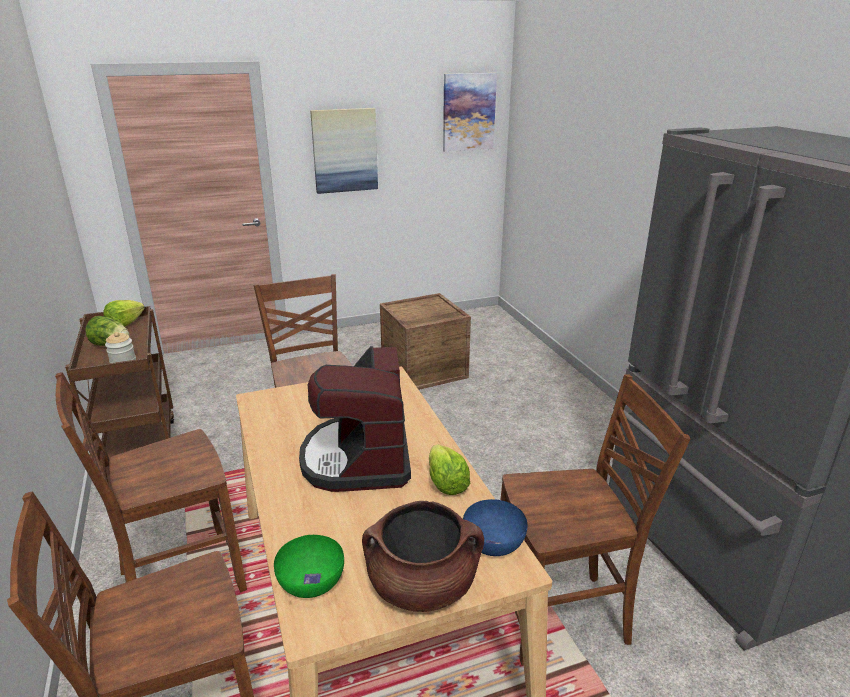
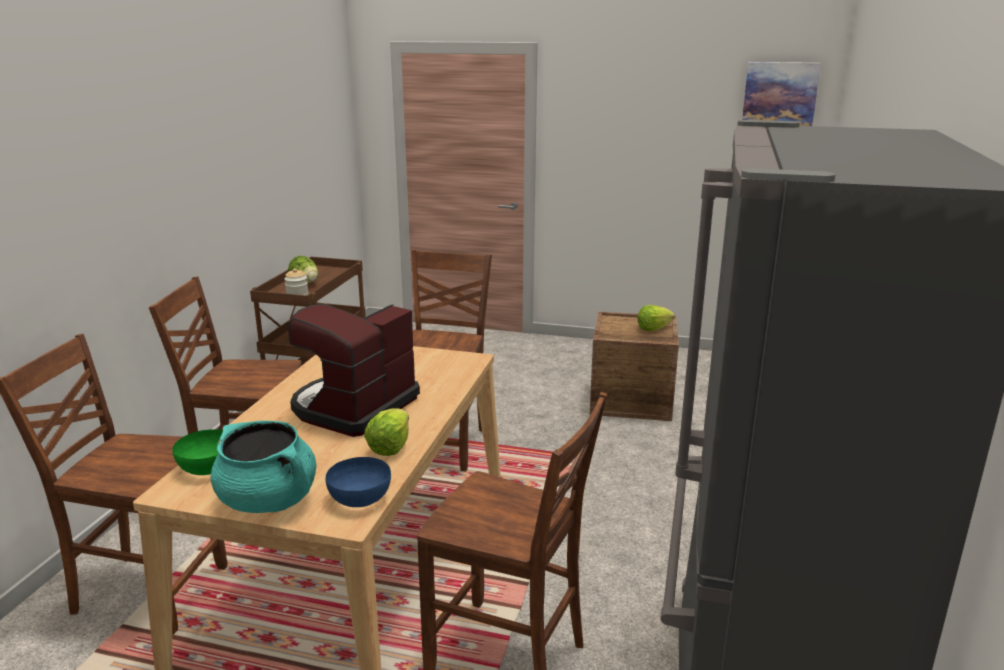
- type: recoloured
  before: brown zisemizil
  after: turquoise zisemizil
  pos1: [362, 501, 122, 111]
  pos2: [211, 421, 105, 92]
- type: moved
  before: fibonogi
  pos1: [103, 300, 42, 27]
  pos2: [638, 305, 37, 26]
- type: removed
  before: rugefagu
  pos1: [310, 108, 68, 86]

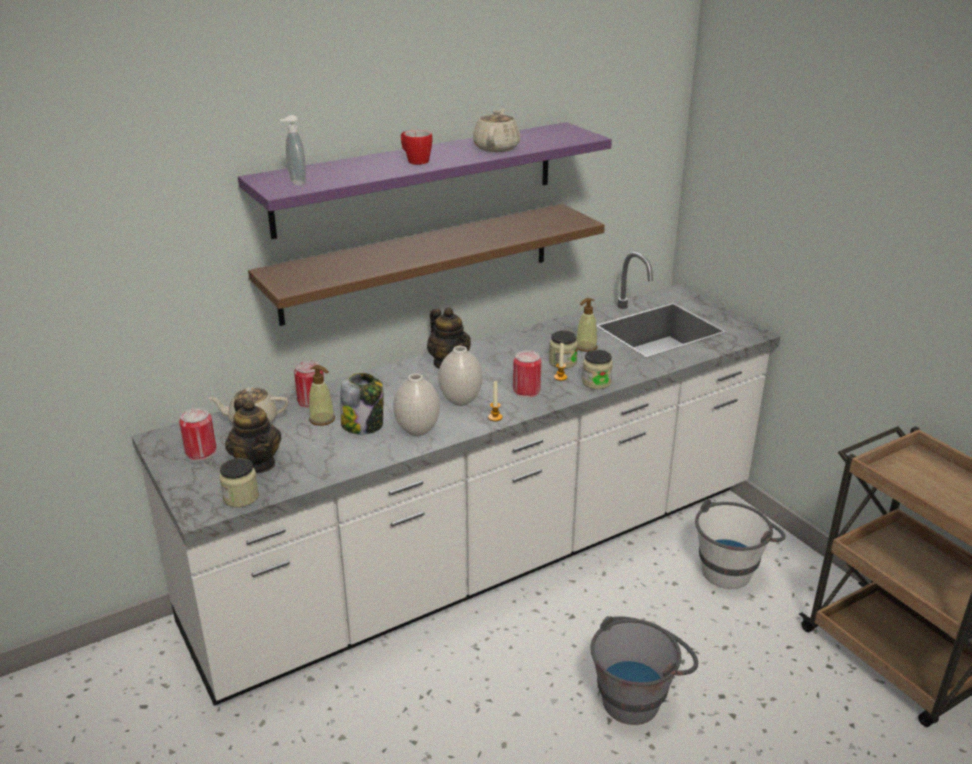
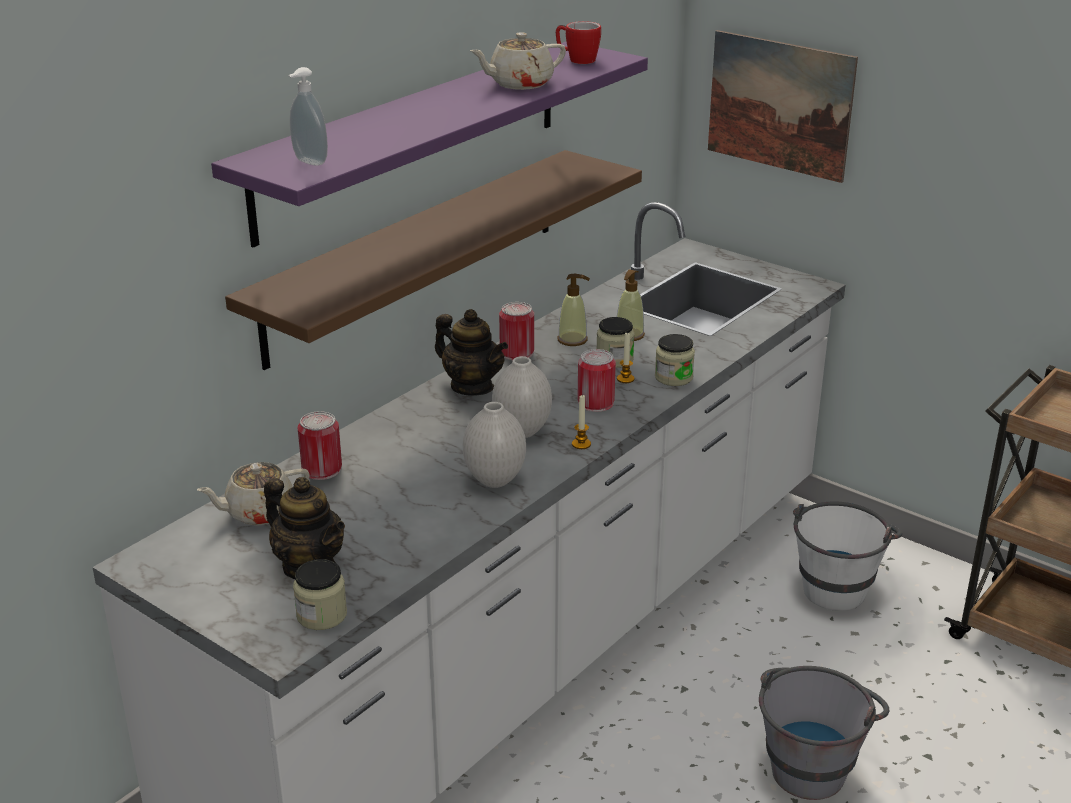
- type: turned
  before: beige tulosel
  pos1: [473, 109, 47, 43]
  pos2: [470, 32, 96, 58]
  turn: -105
- type: moved
  before: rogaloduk
  pos1: [179, 408, 37, 52]
  pos2: [499, 302, 35, 58]
- type: moved
  before: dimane
  pos1: [401, 130, 31, 35]
  pos2: [556, 21, 45, 43]
- type: moved
  before: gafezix
  pos1: [309, 365, 26, 61]
  pos2: [558, 274, 32, 72]
- type: added
  after: rugefagu
  pos2: [708, 30, 150, 153]
- type: removed
  before: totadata
  pos1: [341, 373, 42, 61]

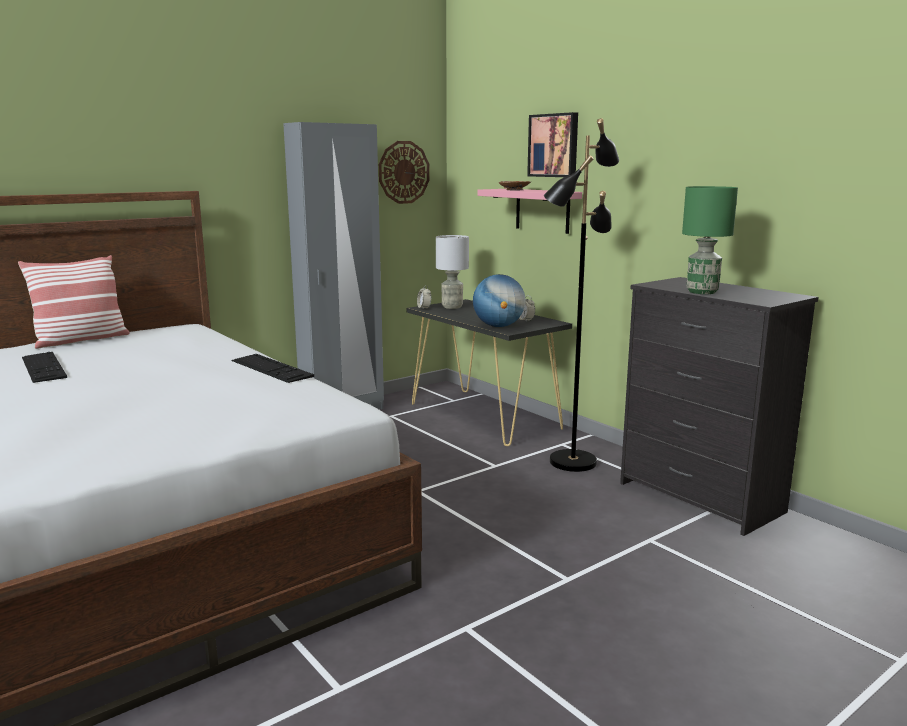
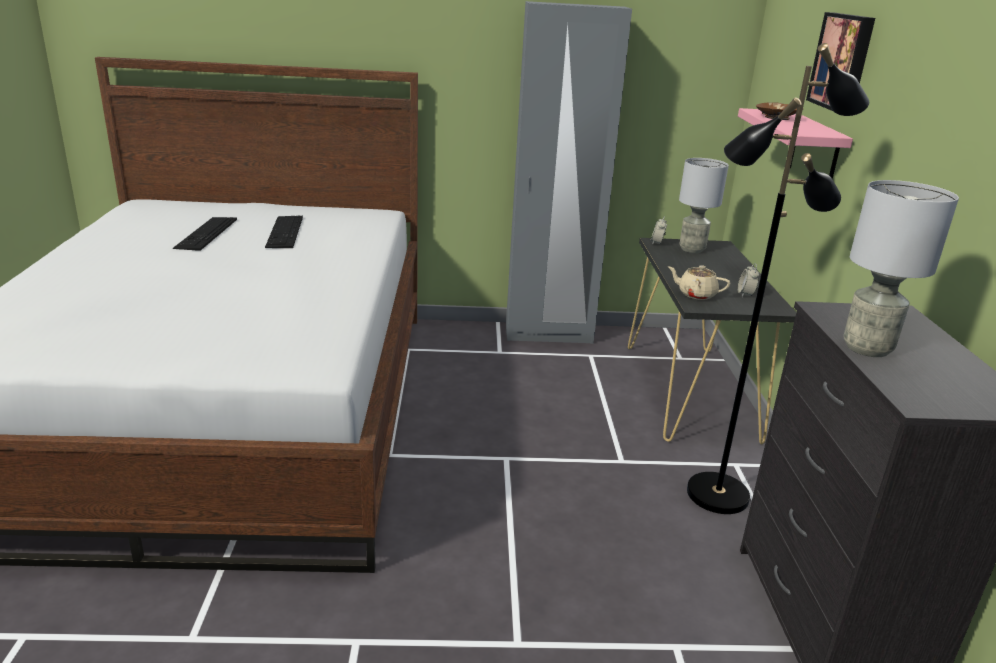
- type: moved
  before: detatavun
  pos1: [232, 354, 82, 29]
  pos2: [265, 215, 38, 33]
- type: replaced
  before: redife
  after: beige tulosel
  pos1: [473, 274, 52, 53]
  pos2: [668, 265, 62, 35]
- type: recoloured
  before: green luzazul
  after: grey luzazul
  pos1: [682, 186, 56, 108]
  pos2: [843, 180, 116, 177]
- type: removed
  before: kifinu
  pos1: [18, 255, 112, 94]
- type: removed
  before: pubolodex
  pos1: [379, 141, 51, 63]

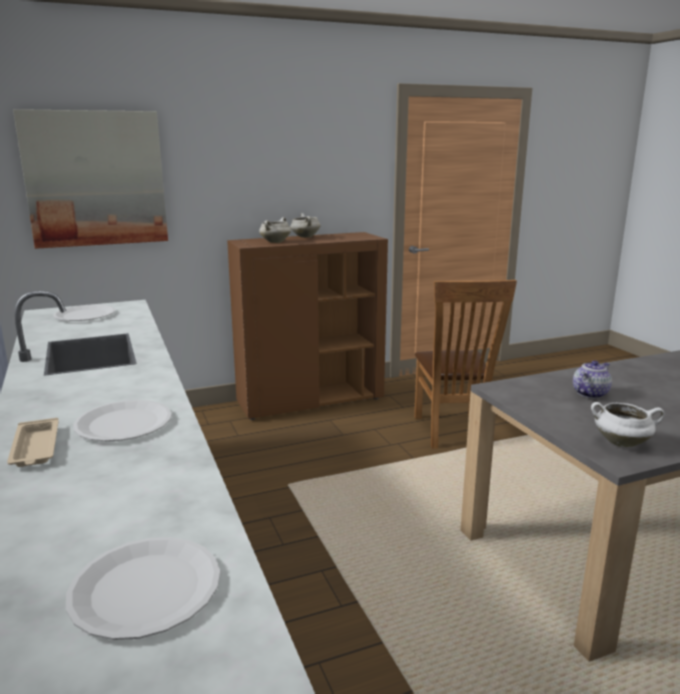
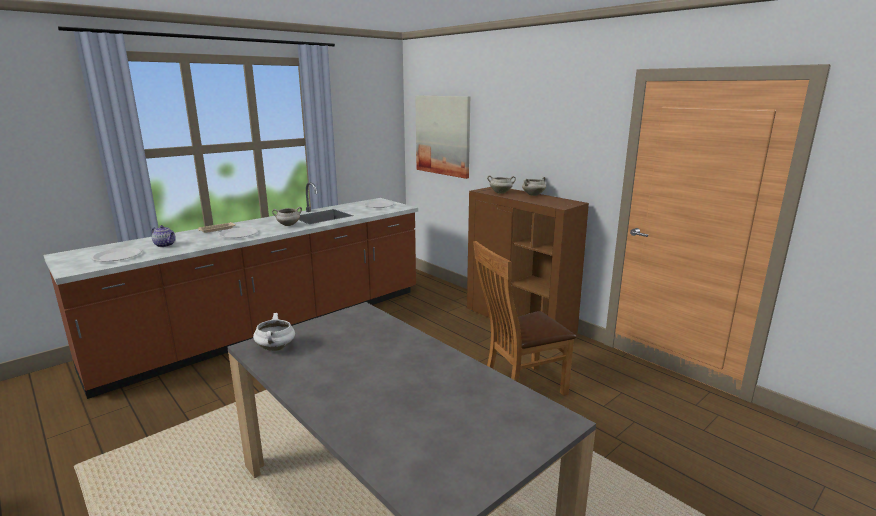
- type: moved
  before: tulosel
  pos1: [573, 360, 39, 39]
  pos2: [151, 225, 25, 22]
- type: added
  after: white zisemizil
  pos2: [272, 207, 30, 19]

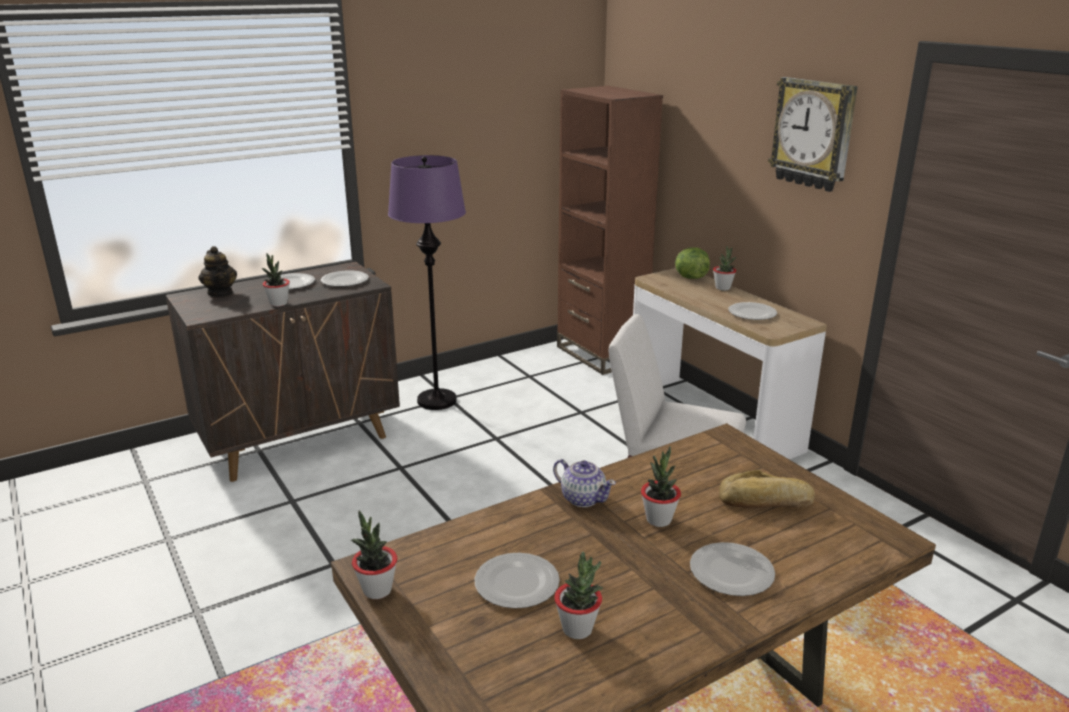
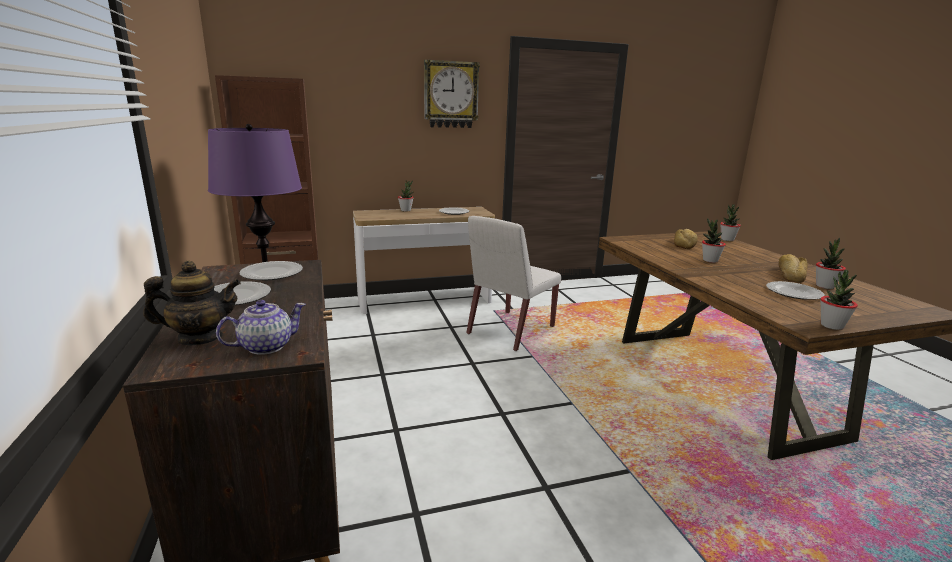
- type: moved
  before: tulosel
  pos1: [553, 459, 63, 48]
  pos2: [216, 300, 90, 55]
- type: moved
  before: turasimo
  pos1: [261, 253, 29, 54]
  pos2: [720, 204, 21, 37]
- type: added
  after: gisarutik
  pos2: [779, 254, 29, 29]
- type: removed
  before: fibonogi
  pos1: [675, 247, 35, 32]
- type: removed
  before: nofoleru
  pos1: [690, 542, 85, 54]

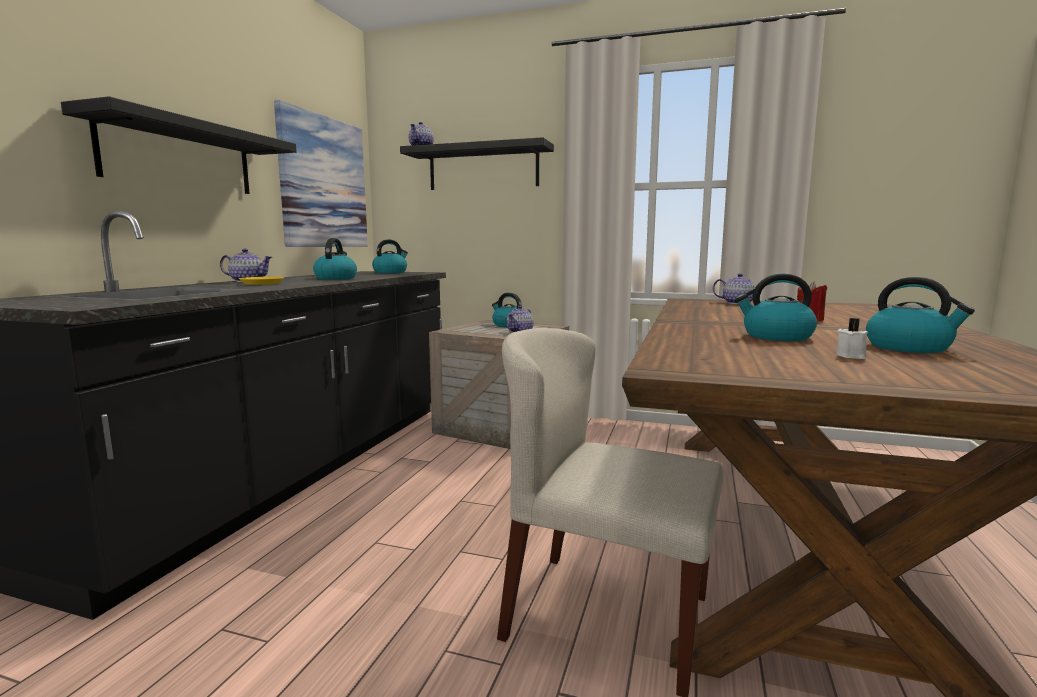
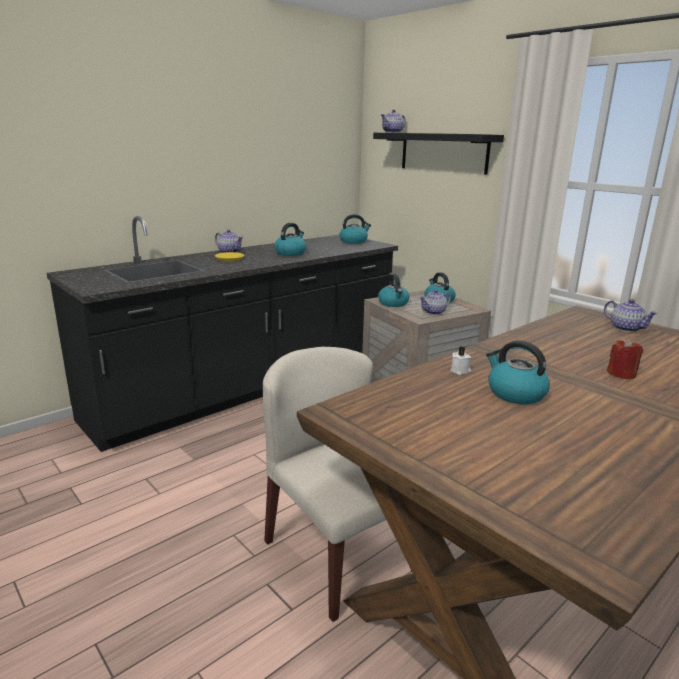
- type: moved
  before: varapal
  pos1: [866, 277, 109, 76]
  pos2: [378, 274, 32, 33]
- type: moved
  before: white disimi
  pos1: [836, 318, 32, 41]
  pos2: [450, 347, 21, 28]
- type: removed
  before: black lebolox
  pos1: [61, 96, 236, 98]
- type: removed
  before: rugefagu
  pos1: [274, 100, 94, 147]

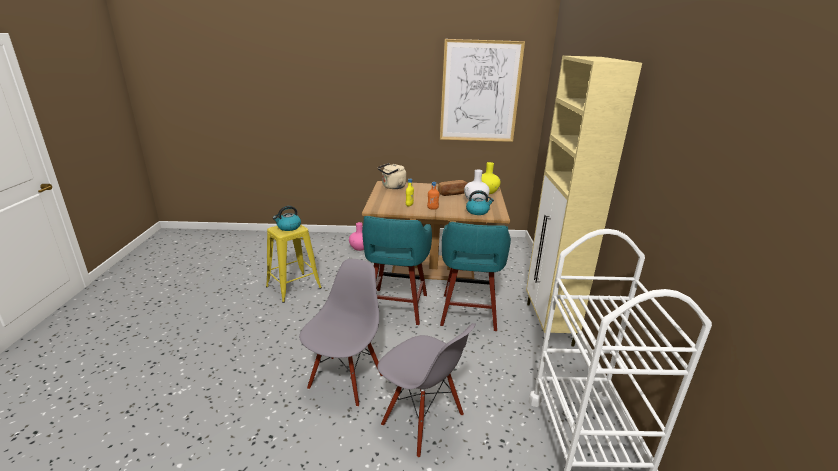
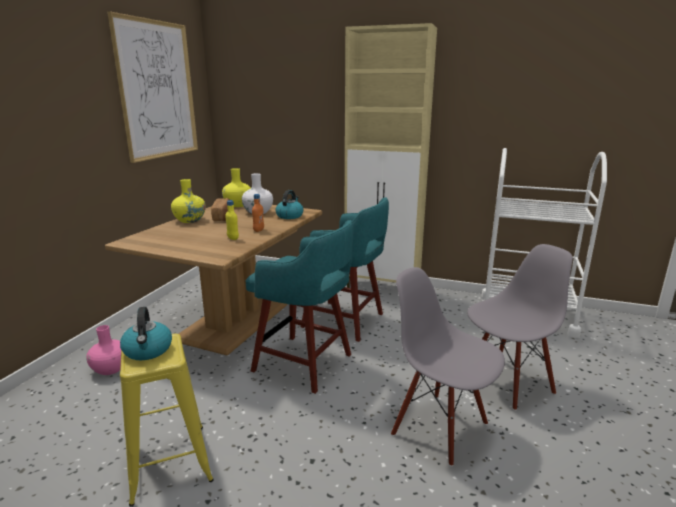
- type: added
  after: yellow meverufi
  pos2: [171, 179, 35, 44]
- type: removed
  before: beige varapal
  pos1: [378, 163, 28, 26]

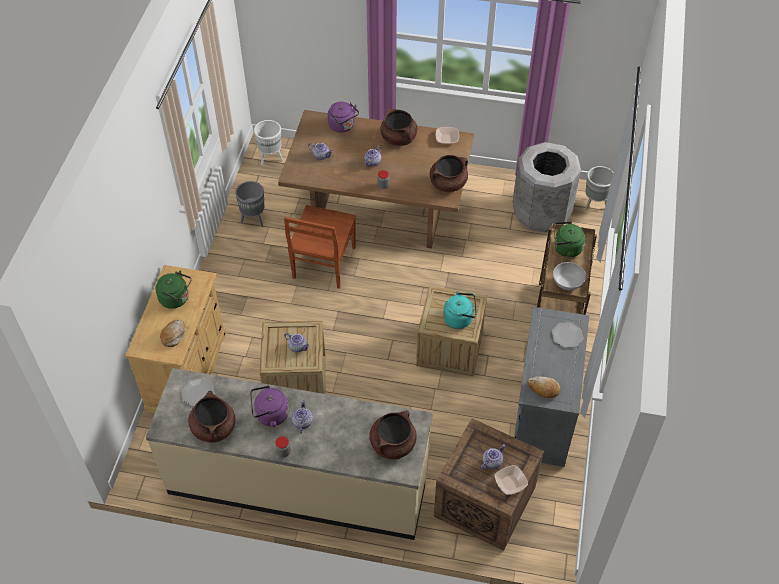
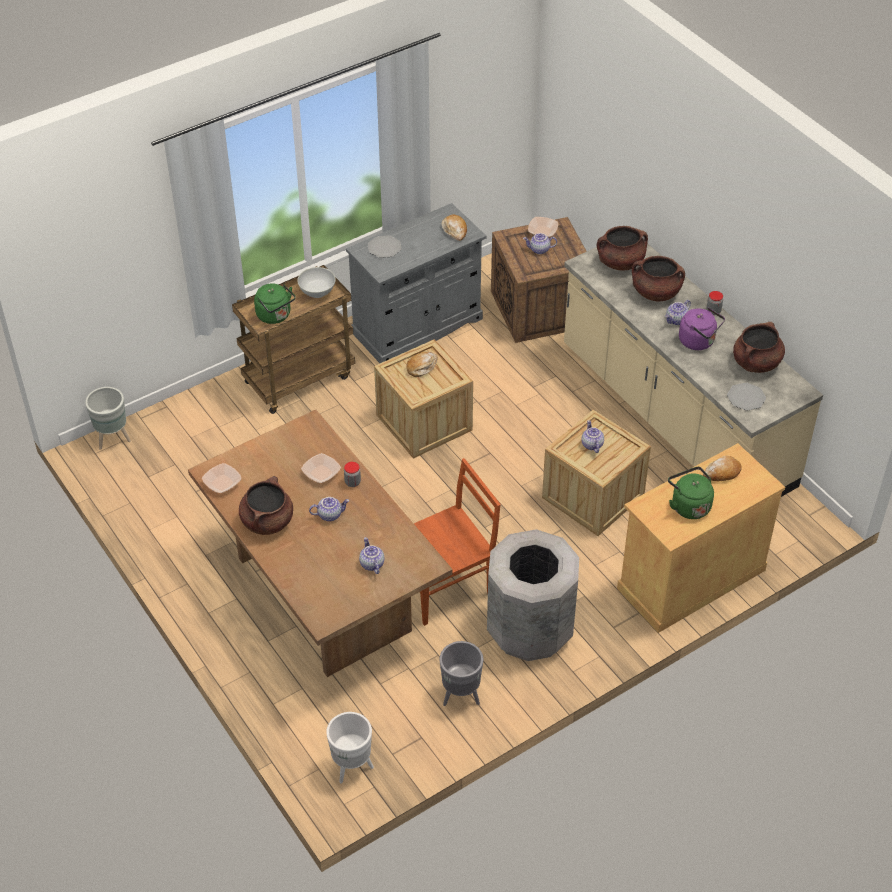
- type: added
  after: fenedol
  pos2: [301, 453, 40, 30]
- type: replaced
  before: turquoise varapal
  after: gisarutik
  pos1: [443, 291, 34, 38]
  pos2: [406, 352, 32, 25]
- type: moved
  before: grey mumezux
  pos1: [513, 142, 68, 90]
  pos2: [487, 529, 92, 132]
- type: moved
  before: brown zisemizil
  pos1: [430, 155, 38, 37]
  pos2: [632, 256, 53, 45]
- type: removed
  before: purple varapal
  pos1: [328, 102, 31, 30]

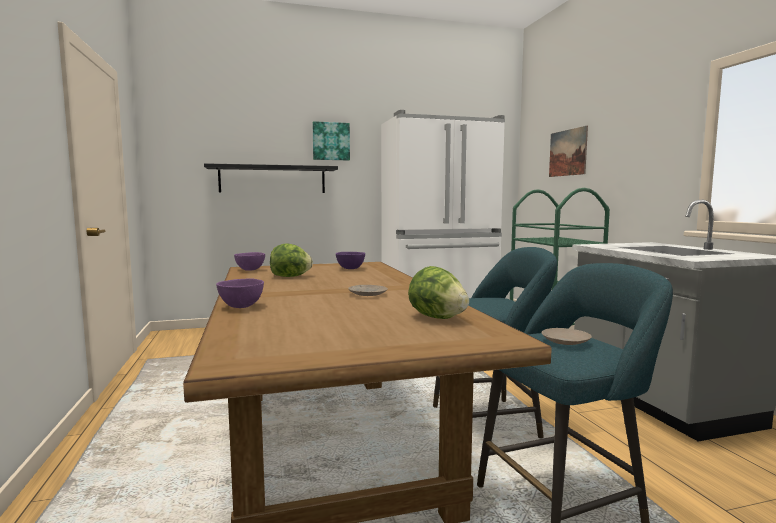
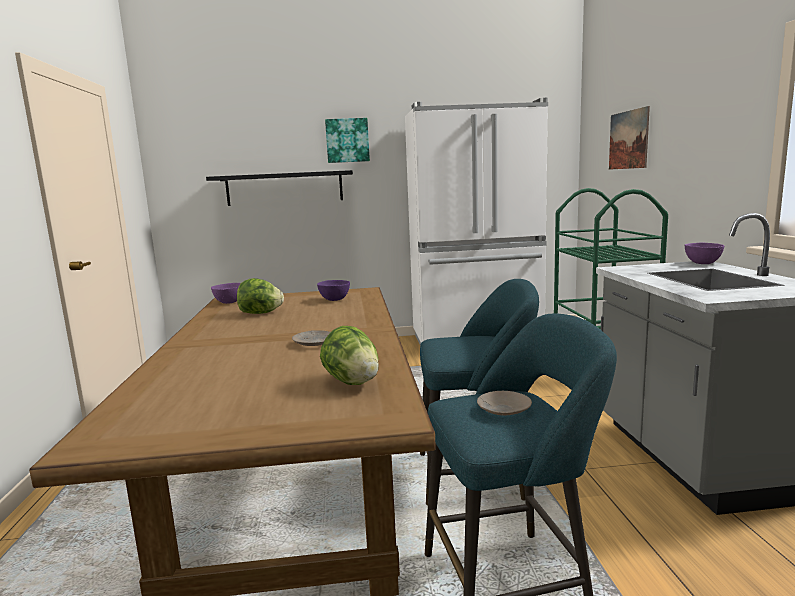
- type: moved
  before: purple fenedol
  pos1: [216, 278, 48, 30]
  pos2: [685, 243, 39, 21]

